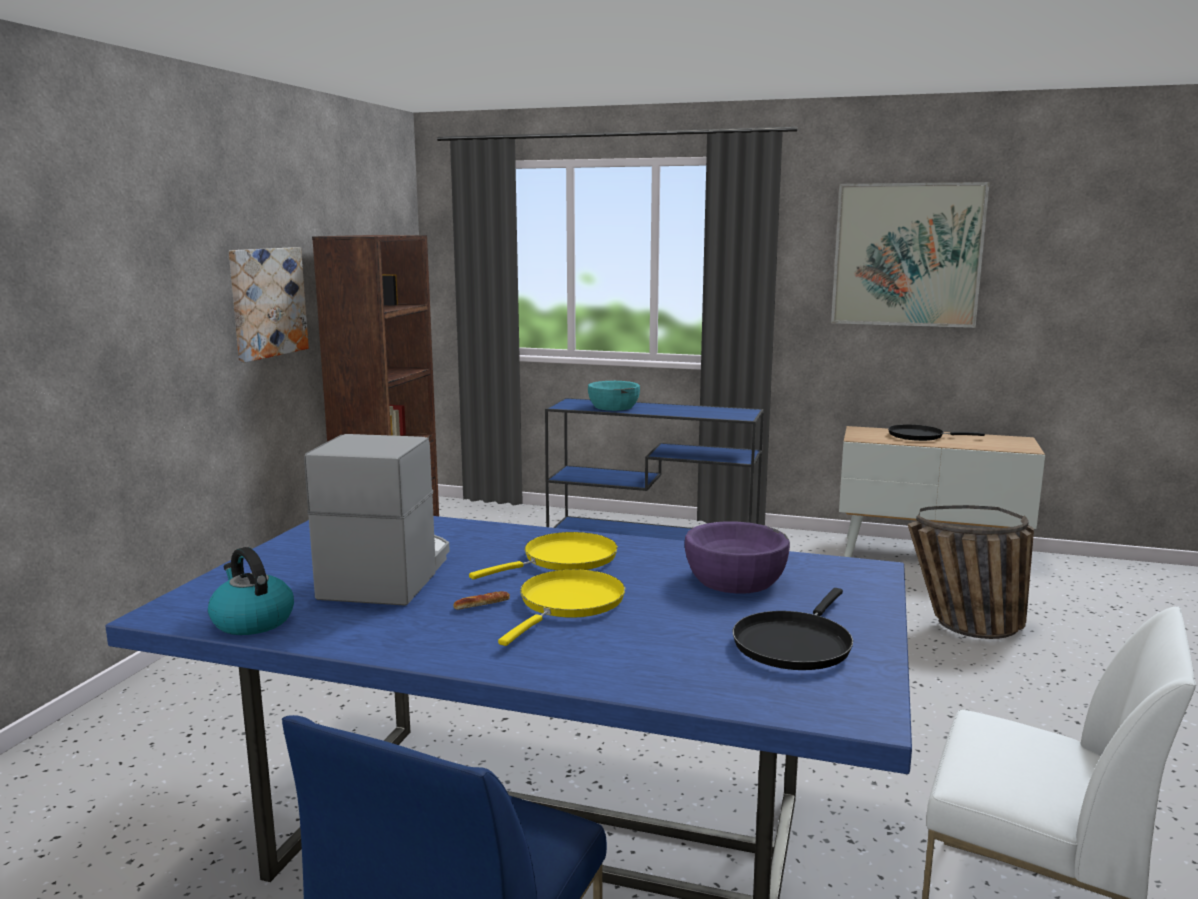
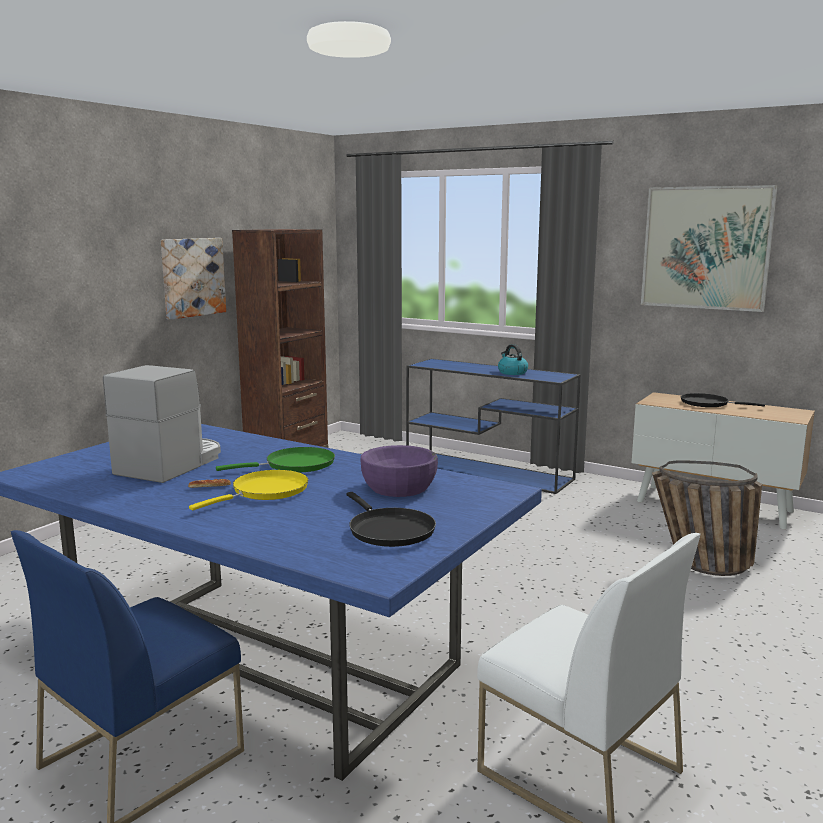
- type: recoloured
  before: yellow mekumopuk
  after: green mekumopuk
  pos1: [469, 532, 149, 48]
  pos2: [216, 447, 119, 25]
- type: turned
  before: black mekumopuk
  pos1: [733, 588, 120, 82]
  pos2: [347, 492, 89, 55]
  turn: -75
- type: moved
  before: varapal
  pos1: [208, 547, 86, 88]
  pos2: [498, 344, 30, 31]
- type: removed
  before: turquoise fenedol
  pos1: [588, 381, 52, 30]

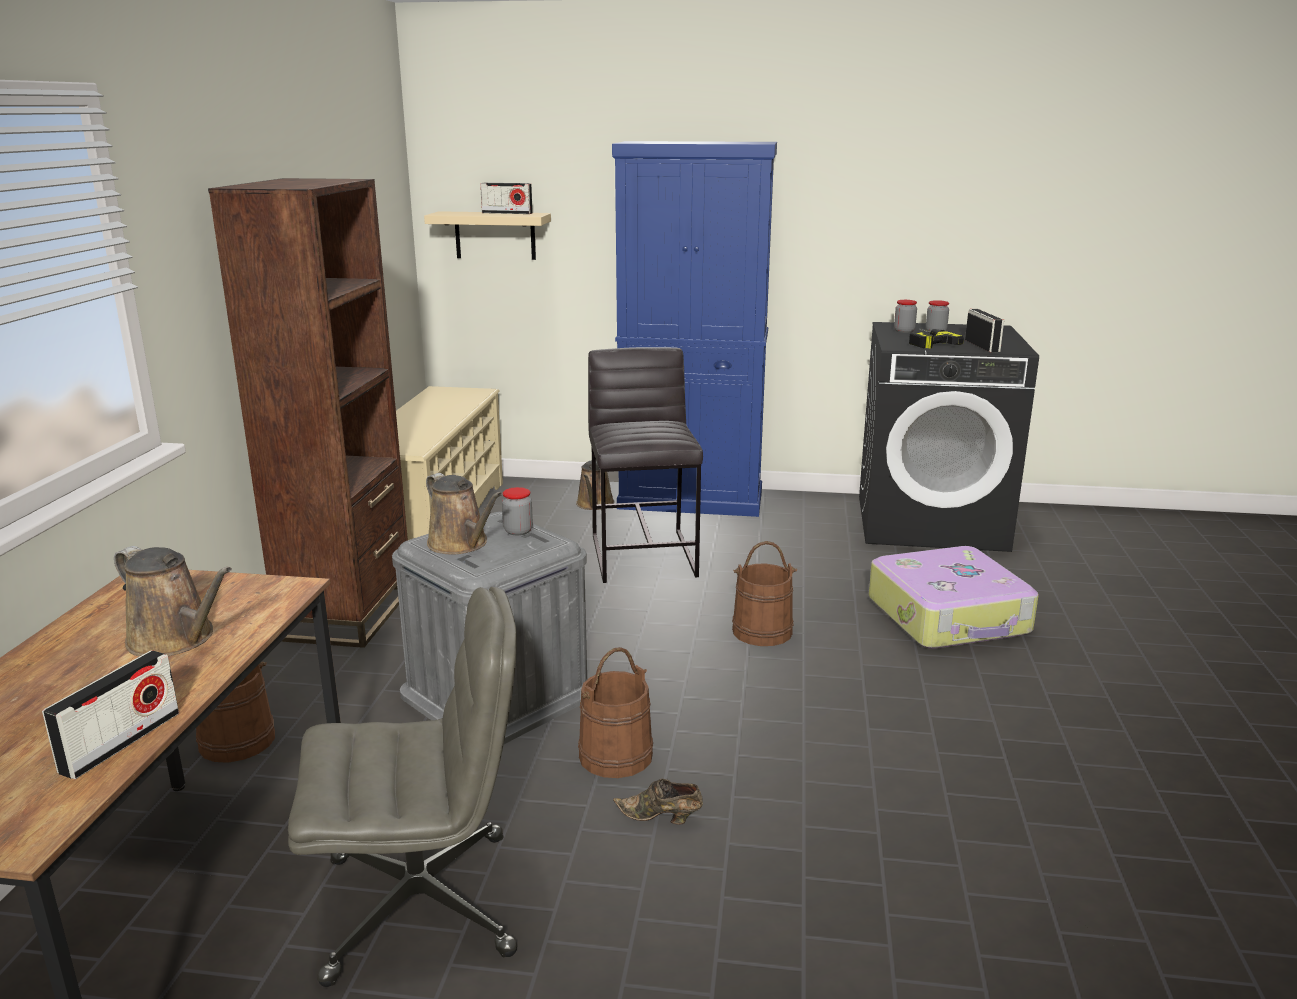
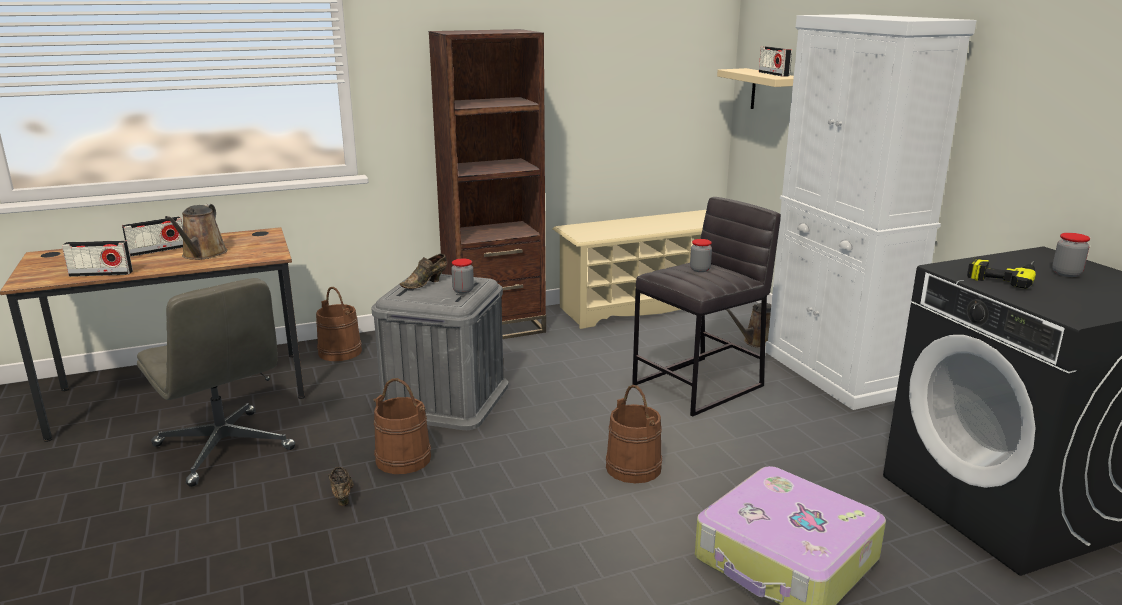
- type: moved
  before: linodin
  pos1: [965, 309, 39, 44]
  pos2: [122, 216, 61, 41]
- type: replaced
  before: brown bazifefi
  after: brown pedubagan
  pos1: [426, 473, 76, 81]
  pos2: [400, 254, 47, 35]
- type: moved
  before: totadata
  pos1: [894, 300, 23, 33]
  pos2: [690, 239, 22, 33]
- type: recoloured
  before: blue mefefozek
  after: white mefefozek
  pos1: [612, 141, 165, 376]
  pos2: [765, 14, 212, 396]

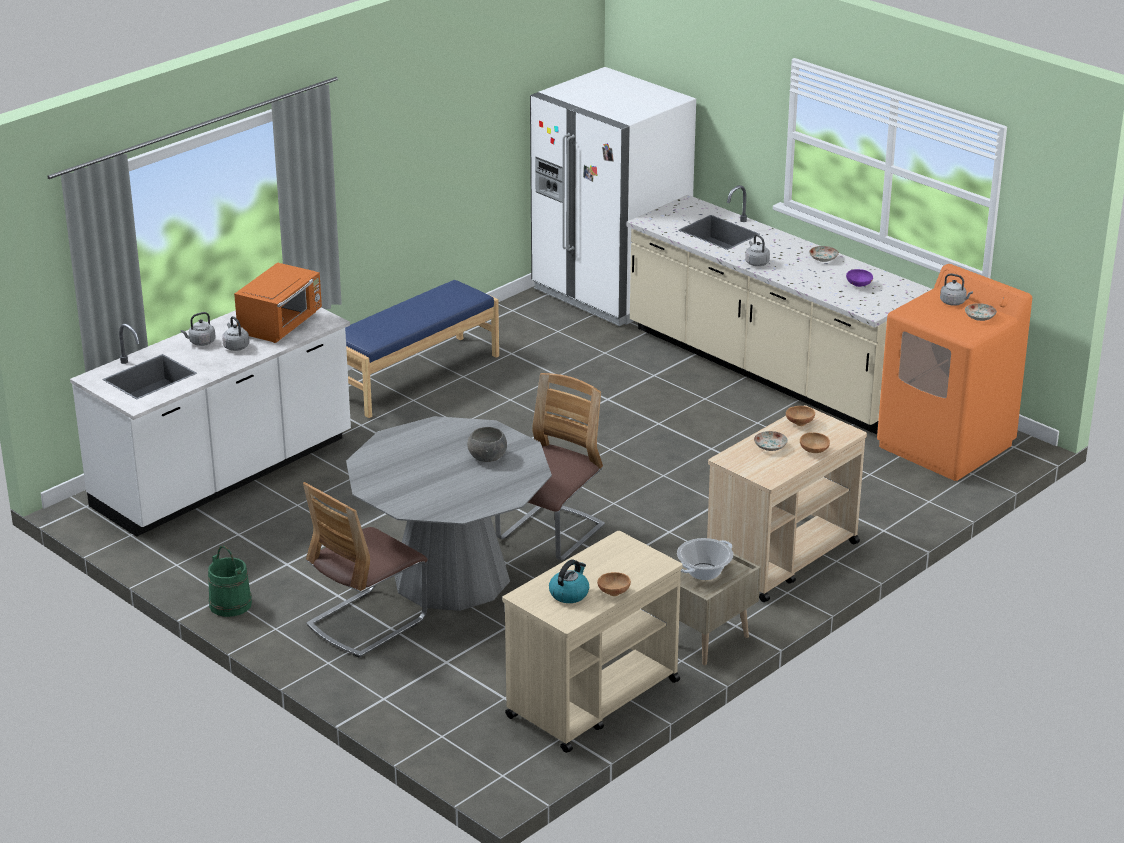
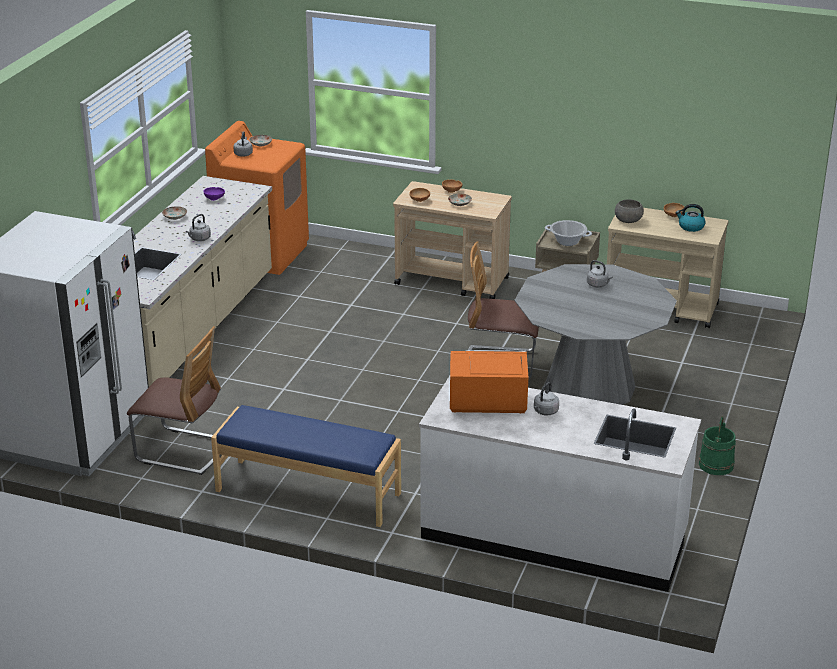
- type: moved
  before: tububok
  pos1: [303, 482, 125, 176]
  pos2: [127, 326, 94, 149]
- type: moved
  before: grey varapal
  pos1: [181, 312, 35, 34]
  pos2: [587, 260, 25, 27]
- type: moved
  before: grey fenedol
  pos1: [467, 427, 40, 35]
  pos2: [615, 199, 29, 24]

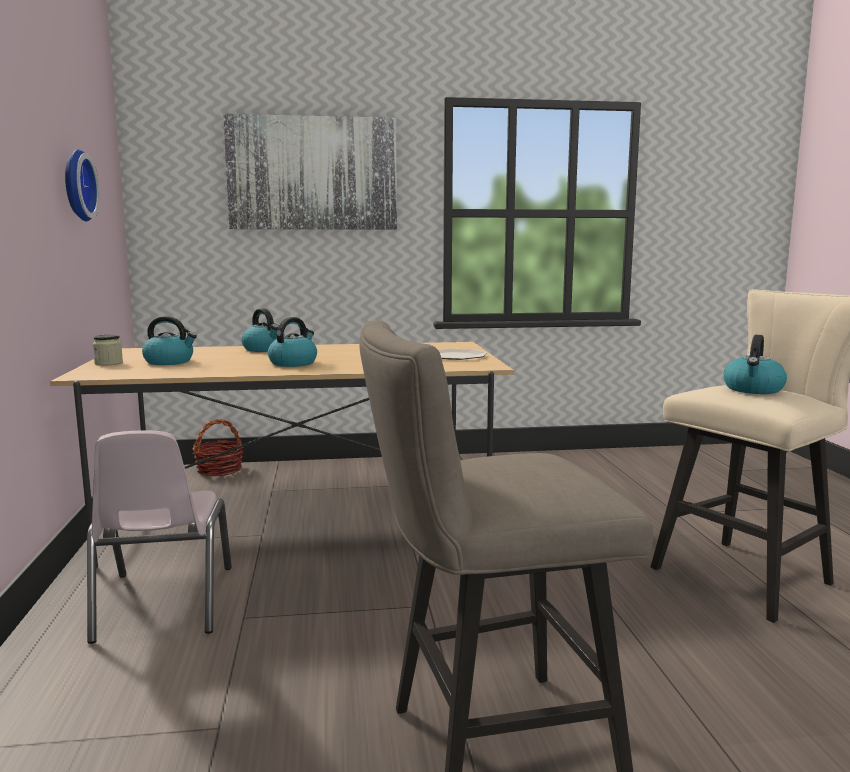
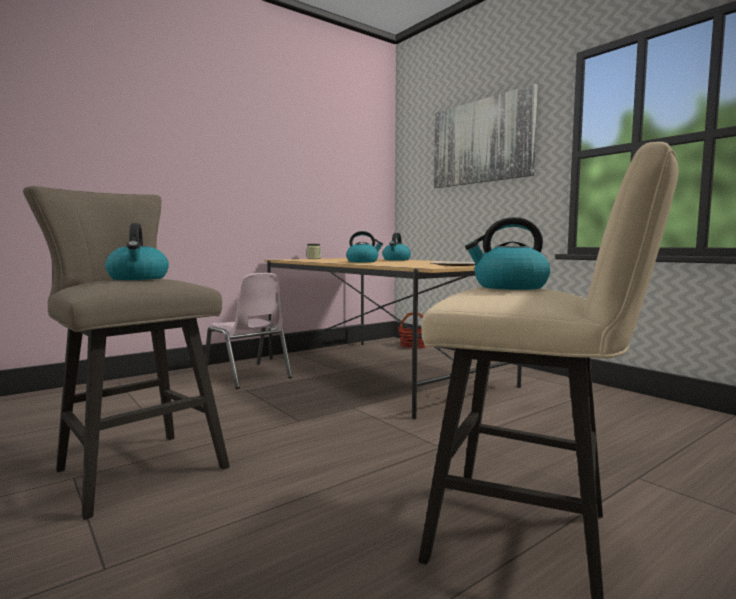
- type: moved
  before: varapal
  pos1: [142, 316, 55, 49]
  pos2: [105, 223, 64, 57]
- type: turned
  before: pink tububok
  pos1: [87, 430, 145, 214]
  pos2: [205, 273, 87, 116]
  turn: -90
- type: removed
  before: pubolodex
  pos1: [65, 149, 35, 72]

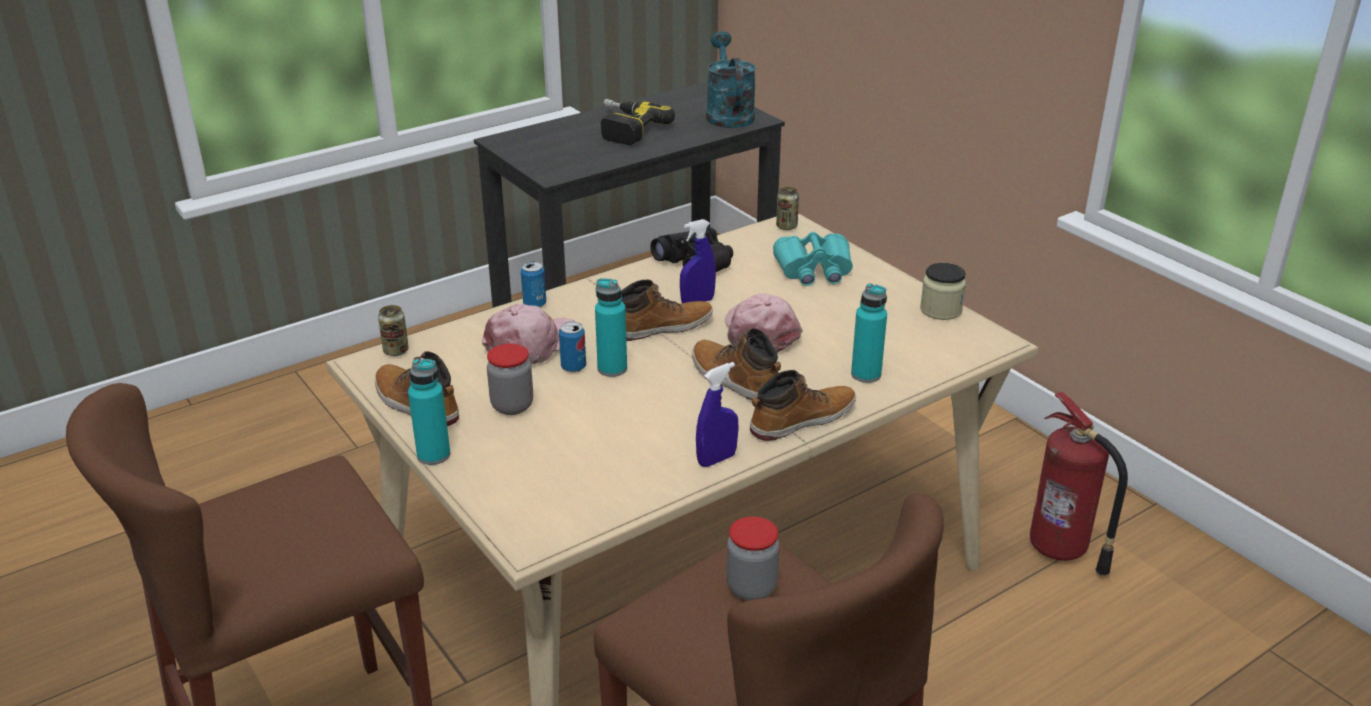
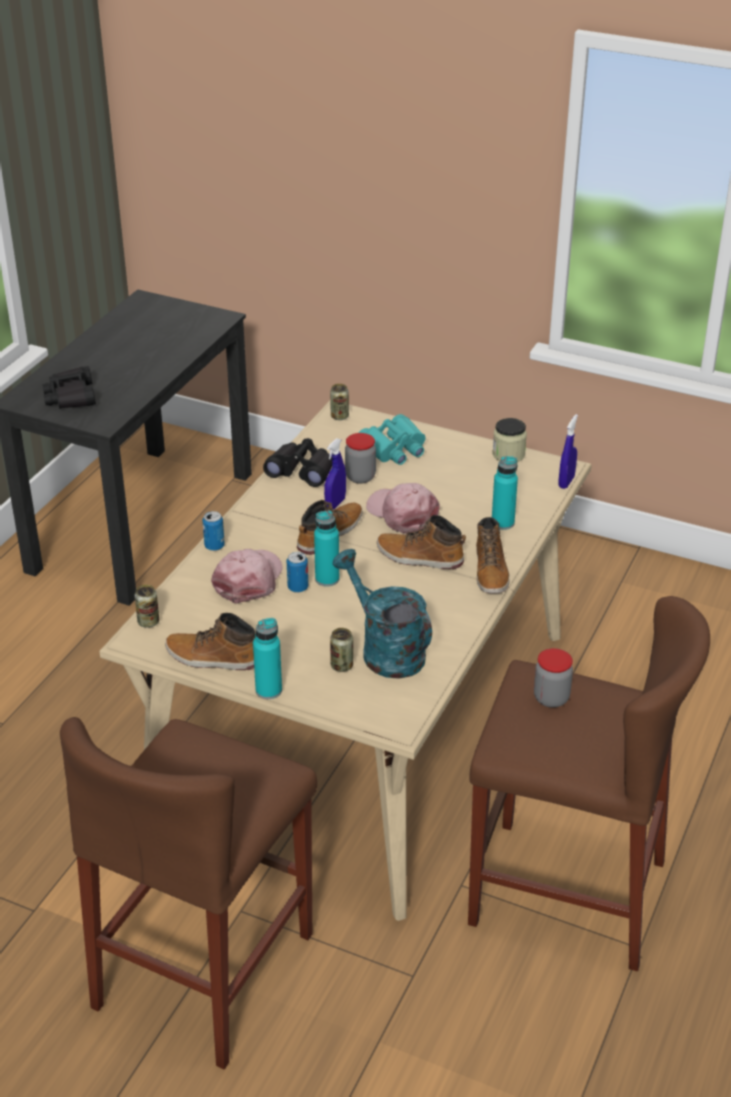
- type: added
  after: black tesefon
  pos2: [42, 366, 54, 43]
- type: added
  after: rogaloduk
  pos2: [330, 628, 23, 44]
- type: moved
  before: turquoise bazifefi
  pos1: [706, 31, 50, 97]
  pos2: [332, 549, 100, 130]
- type: moved
  before: totadata
  pos1: [487, 343, 46, 72]
  pos2: [345, 433, 31, 51]
- type: turned
  before: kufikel
  pos1: [750, 370, 106, 71]
  pos2: [476, 517, 34, 76]
  turn: 150
- type: moved
  before: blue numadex
  pos1: [696, 362, 42, 105]
  pos2: [559, 414, 19, 75]
- type: removed
  before: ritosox
  pos1: [601, 99, 74, 46]
- type: removed
  before: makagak
  pos1: [1030, 391, 98, 185]

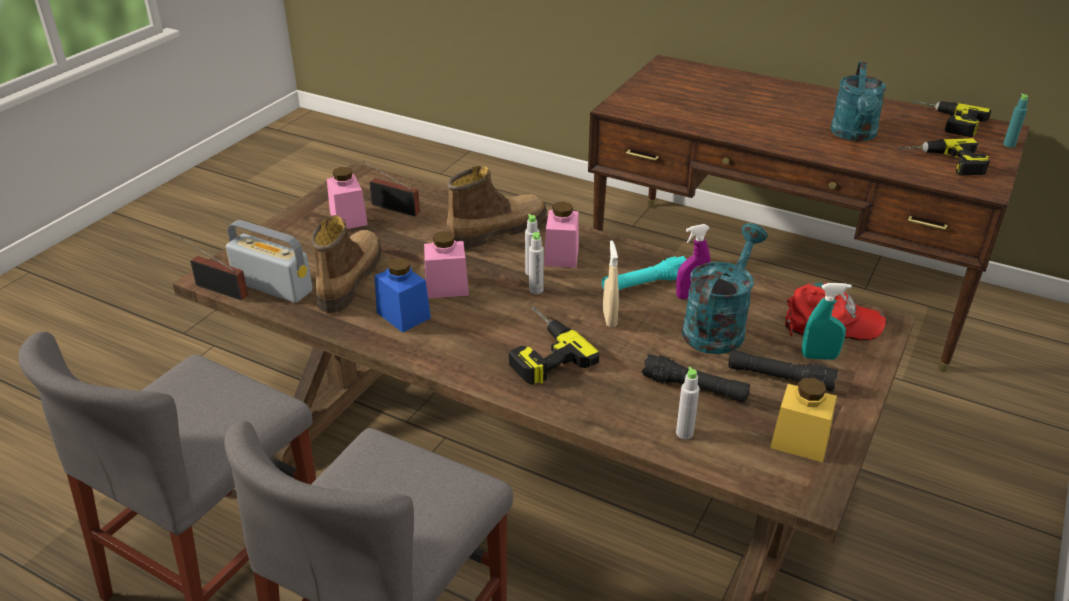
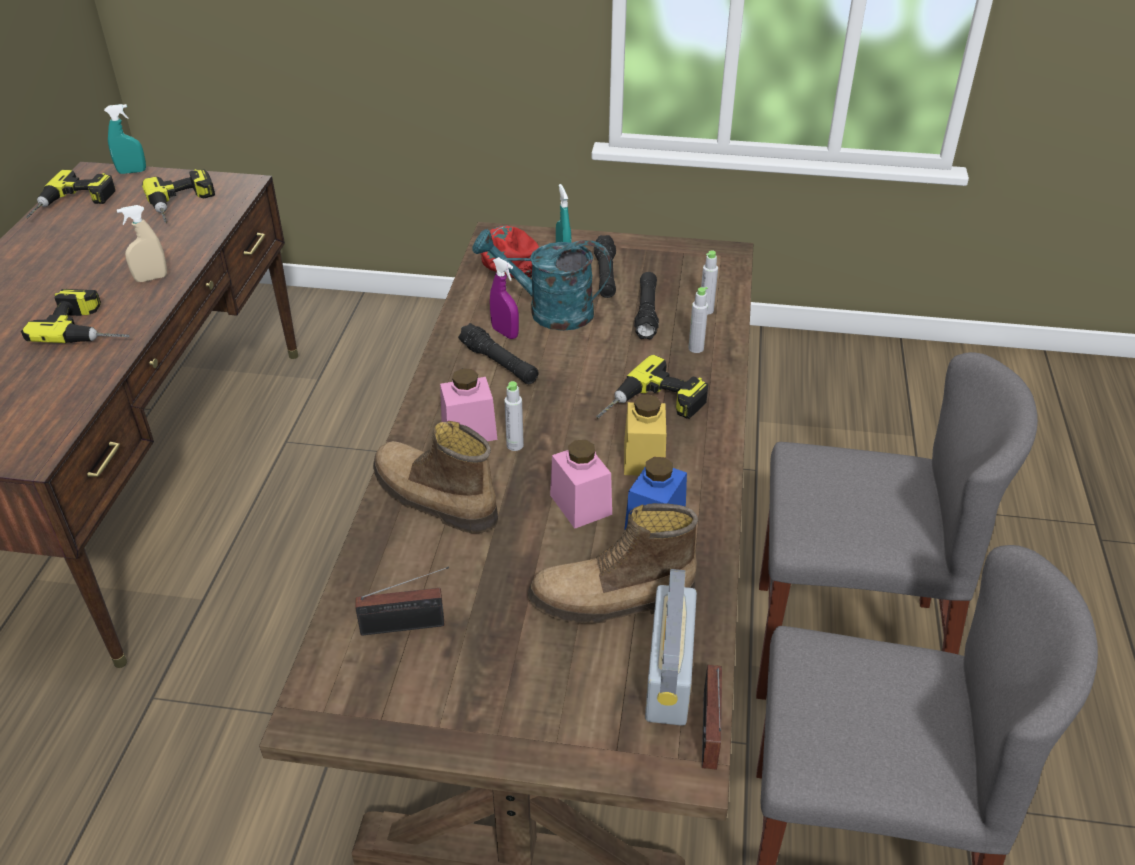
- type: added
  after: ritosox
  pos2: [21, 289, 109, 54]
- type: replaced
  before: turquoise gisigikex
  after: turquoise numadex
  pos1: [1003, 94, 25, 53]
  pos2: [104, 104, 42, 70]
- type: moved
  before: beige numadex
  pos1: [603, 240, 16, 87]
  pos2: [117, 205, 50, 77]
- type: turned
  before: linodin
  pos1: [363, 161, 57, 55]
  pos2: [356, 567, 93, 68]
  turn: -105
- type: recoloured
  before: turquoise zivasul
  after: black zivasul
  pos1: [602, 256, 85, 34]
  pos2: [458, 323, 81, 61]
- type: moved
  before: yellow totadata
  pos1: [770, 378, 67, 84]
  pos2: [624, 394, 42, 82]
- type: moved
  before: grey gisigikex
  pos1: [529, 232, 15, 62]
  pos2: [688, 287, 20, 66]
- type: removed
  before: pink totadata
  pos1: [327, 167, 41, 62]
- type: removed
  before: turquoise bazifefi
  pos1: [831, 62, 55, 79]

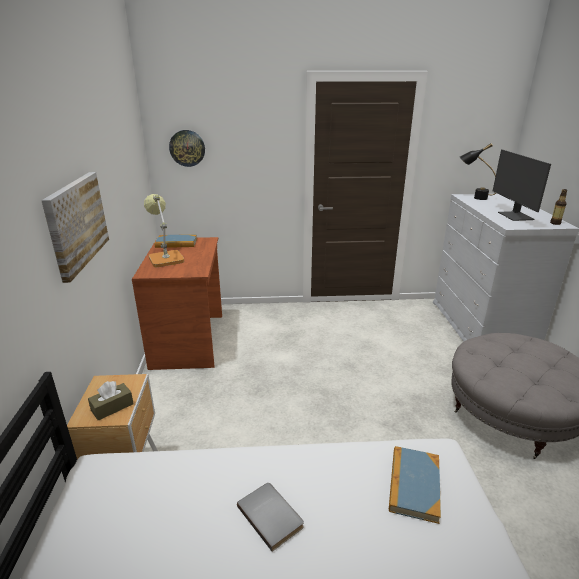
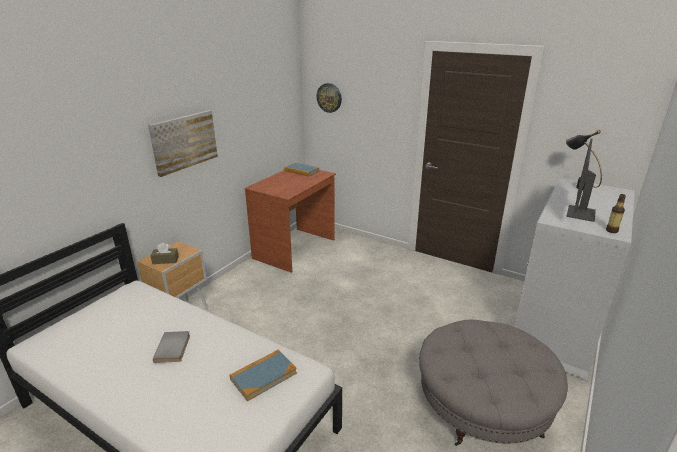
- type: removed
  before: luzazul
  pos1: [144, 194, 40, 73]

